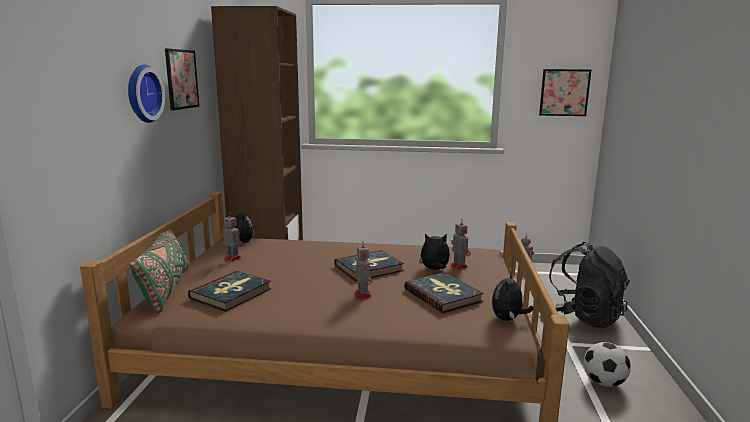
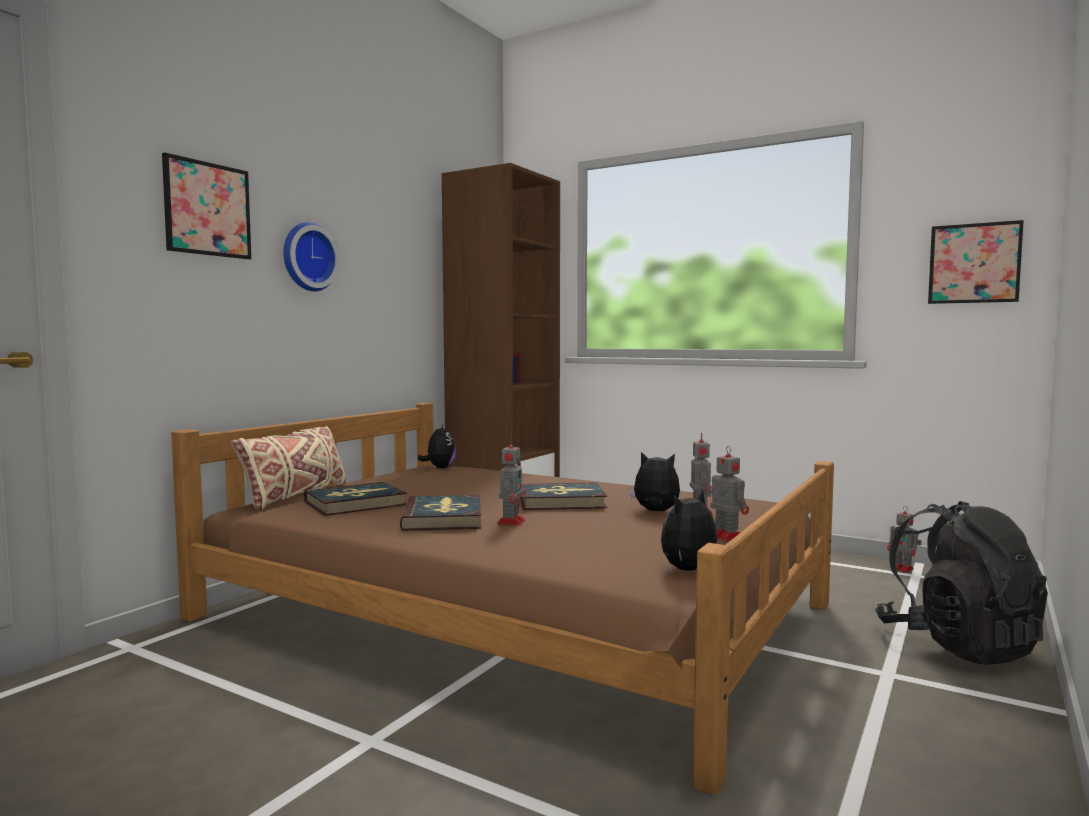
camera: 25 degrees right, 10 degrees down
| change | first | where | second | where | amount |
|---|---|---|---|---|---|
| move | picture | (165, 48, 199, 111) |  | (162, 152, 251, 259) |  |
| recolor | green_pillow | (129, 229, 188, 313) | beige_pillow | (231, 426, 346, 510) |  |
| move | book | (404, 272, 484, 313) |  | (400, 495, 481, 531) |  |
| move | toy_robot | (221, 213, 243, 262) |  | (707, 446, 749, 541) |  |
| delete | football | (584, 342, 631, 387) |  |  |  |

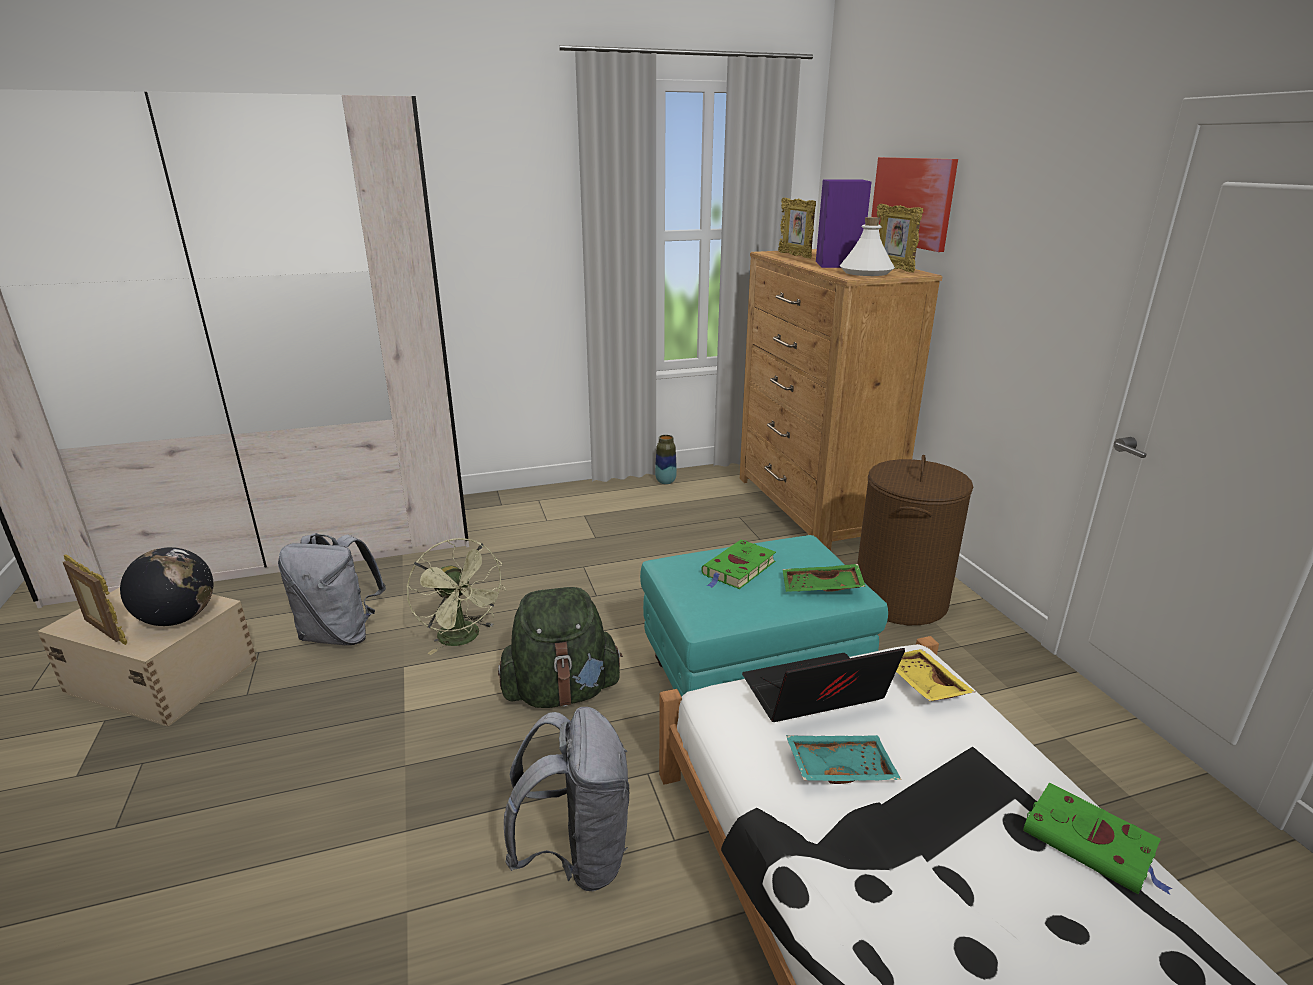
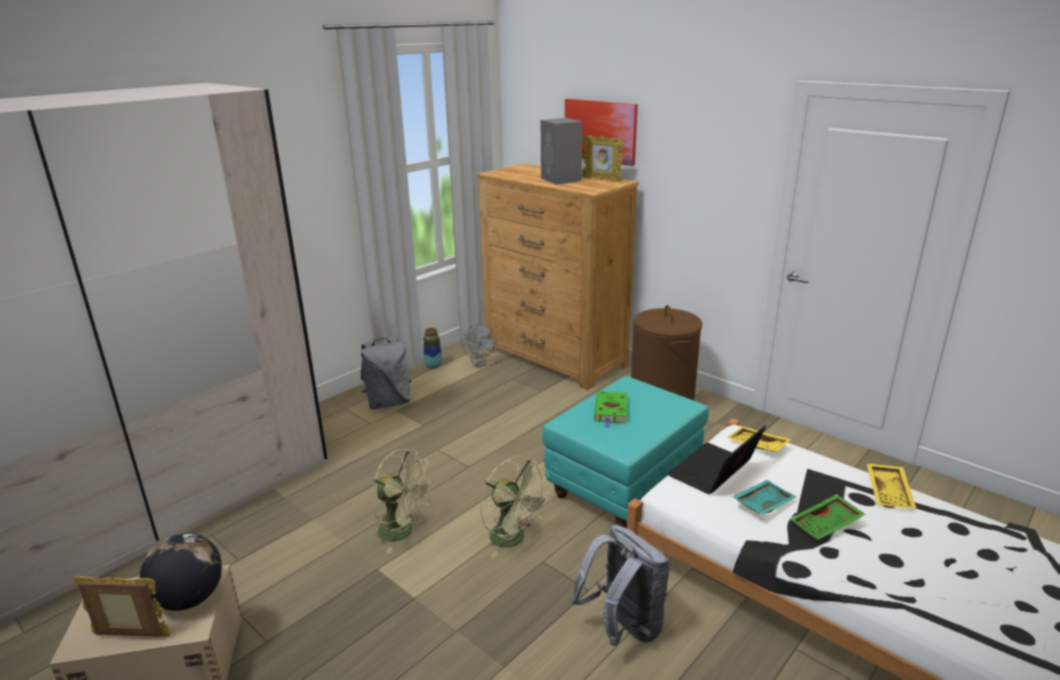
camera: 30 degrees left, 0 degrees up
| change | first | where | second | where | amount |
|---|---|---|---|---|---|
| move | grey_backpack | (278, 533, 386, 645) |  | (361, 337, 411, 409) |  |
| insert |  |  | grey_fan | (462, 324, 496, 368) |  |
| replace | green_backpack | (498, 587, 623, 708) | green_fan | (480, 456, 551, 558) |  |
| recolor | purple_speaker | (816, 180, 871, 268) | grey_speaker | (541, 118, 583, 185) |  |
| move | green_tray | (782, 564, 866, 592) |  | (789, 494, 866, 540) |  |
| replace | green_book | (1023, 783, 1172, 894) | yellow_tray | (867, 464, 917, 509) |  |
| delete | picture_frame | (778, 198, 816, 259) |  |  |  |
| delete | white_bottle | (840, 217, 895, 276) |  |  |  |

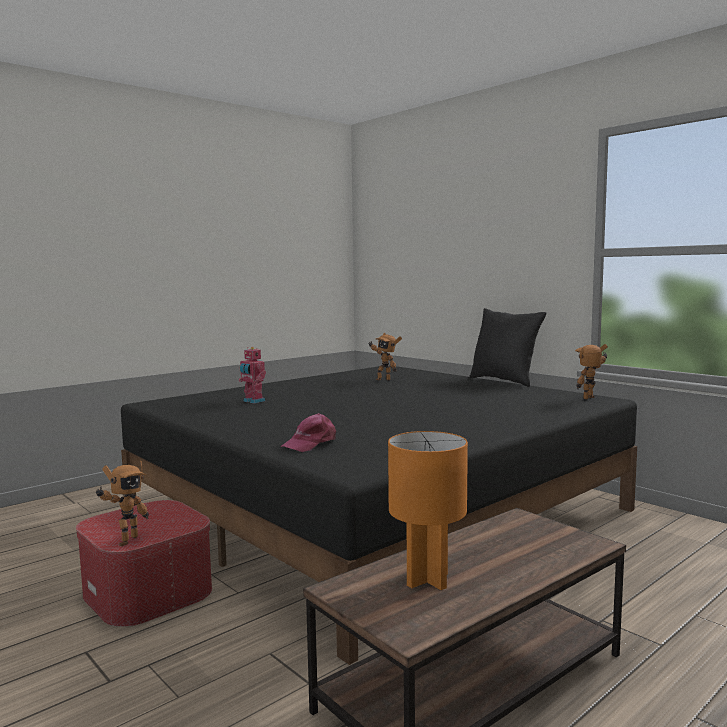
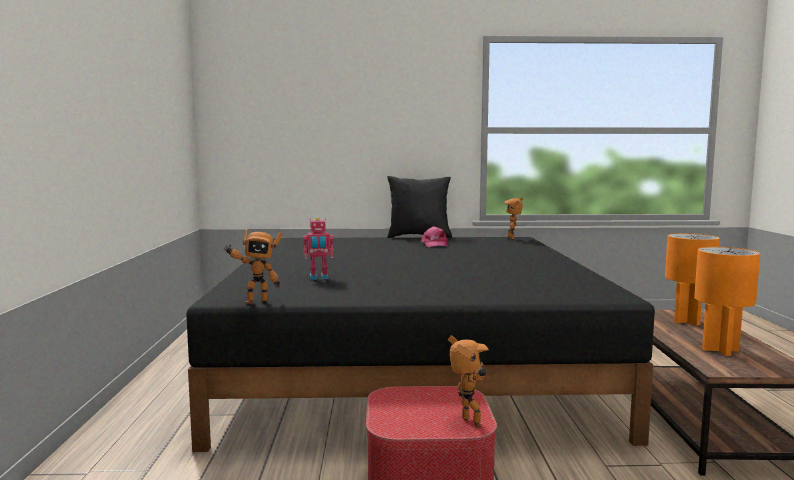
camera: 50 degrees left, 0 degrees up
| change | first | where | second | where | amount |
|---|---|---|---|---|---|
| move | toy_robot | (368, 333, 402, 381) |  | (224, 229, 282, 304) |  |
| move | pink_cap | (280, 413, 336, 452) |  | (421, 226, 448, 247) |  |
| insert |  |  | orange_table_lamp | (665, 233, 720, 326) |  |

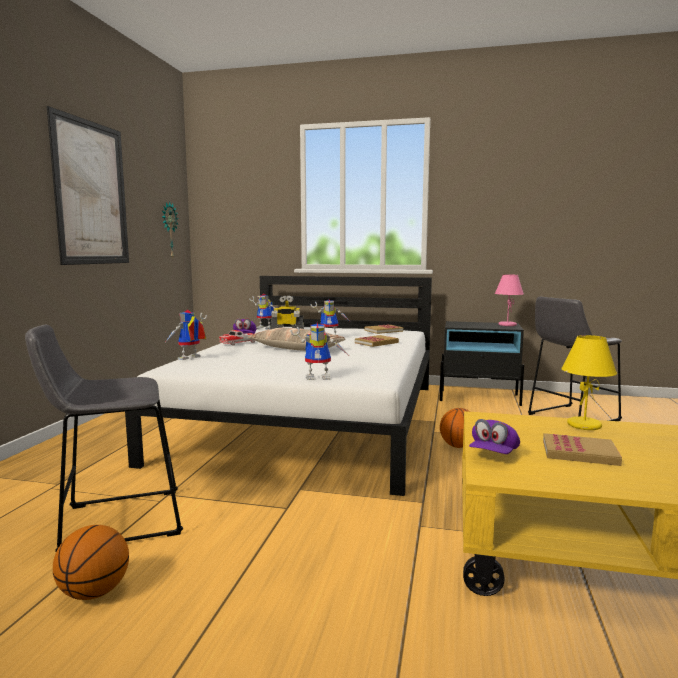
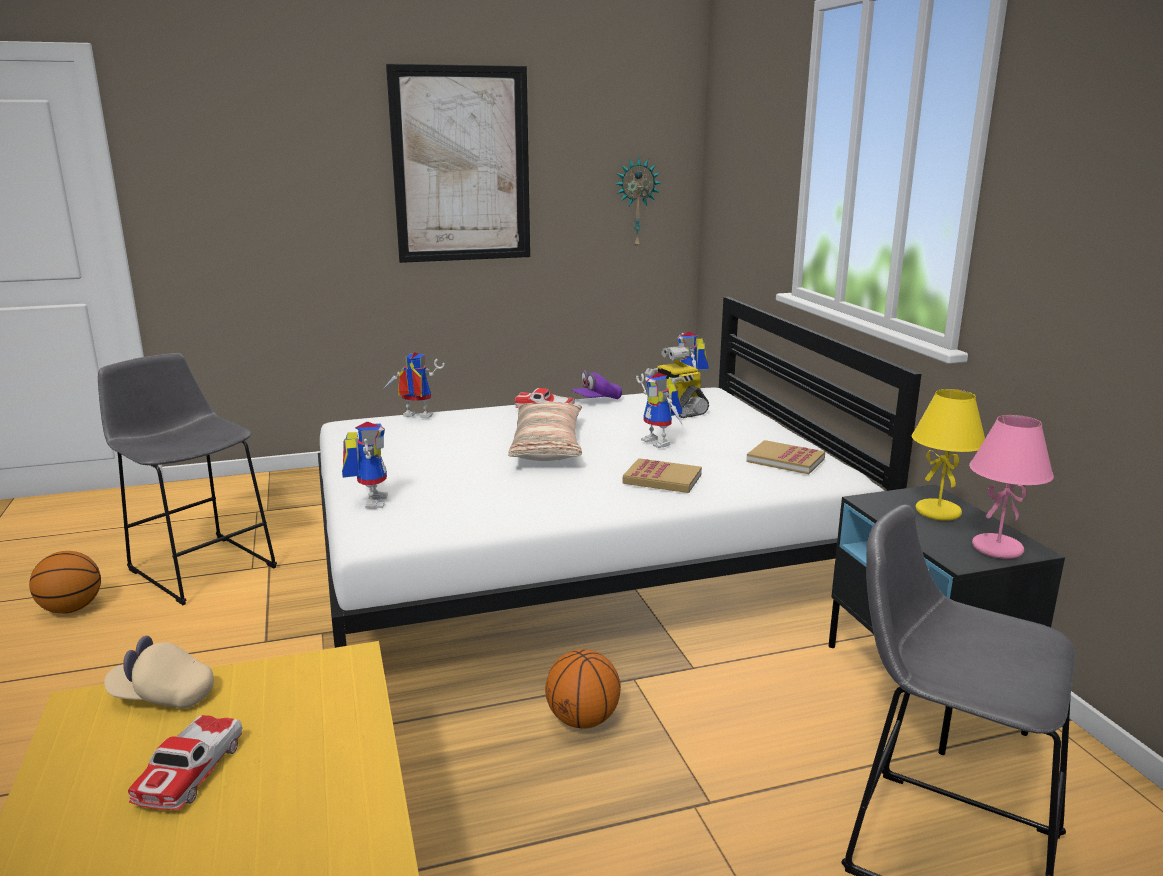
camera: 60 degrees right, 10 degrees up
| change | first | where | second | where | amount |
|---|---|---|---|---|---|
| recolor | purple_cap | (469, 419, 520, 454) | beige_cap | (104, 636, 214, 708) |  |
| replace | book | (543, 433, 622, 466) | toy_car | (128, 715, 243, 810) |  |
| rotate | toy_robot | (290, 323, 347, 380) |  | (342, 422, 388, 509) | 150 degrees counterclockwise |
| move | yellow_table_lamp | (561, 335, 617, 430) |  | (912, 389, 985, 521) |  |

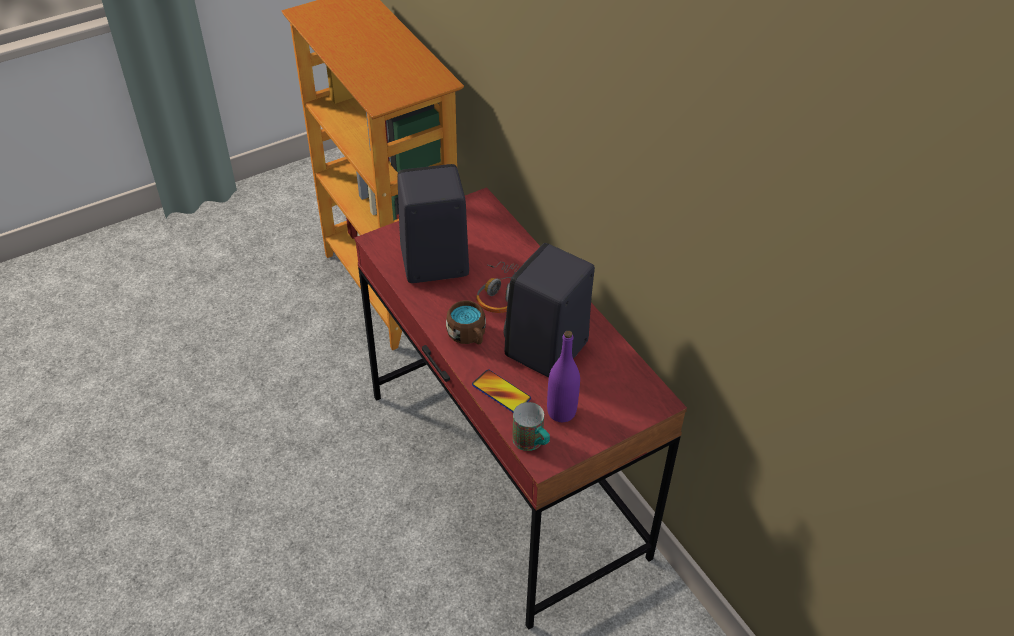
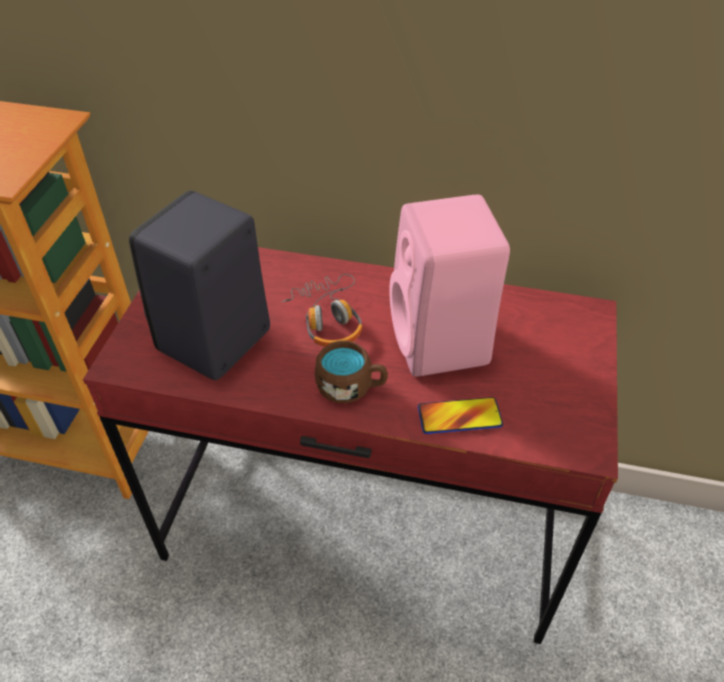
camera: 45 degrees left, 0 degrees up
| change | first | where | second | where | amount |
|---|---|---|---|---|---|
| recolor | black_speaker | (504, 243, 595, 378) | pink_speaker | (390, 194, 510, 377) |  |
| delete | mug | (512, 402, 550, 451) |  |  |  |
| delete | purple_bottle | (547, 331, 580, 422) |  |  |  |

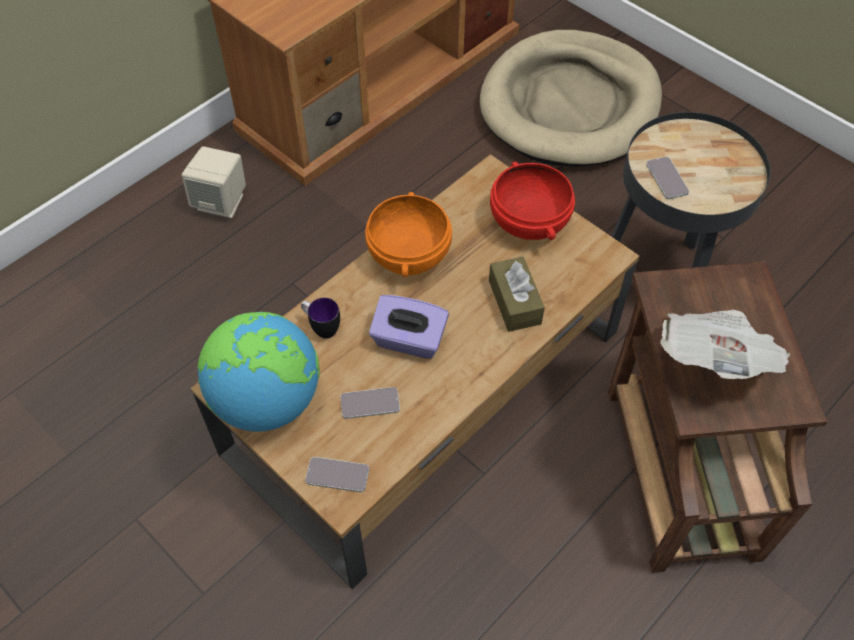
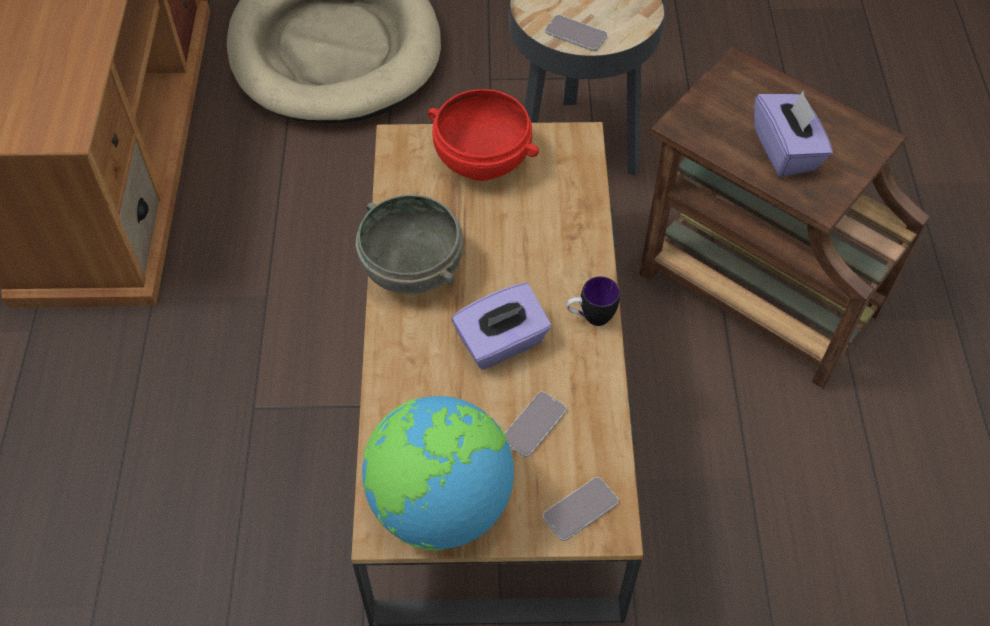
camera: 45 degrees left, 0 degrees up
| change | first | where | second | where | amount |
|---|---|---|---|---|---|
| recolor | orange_bowl | (365, 192, 452, 277) | grey_bowl | (356, 195, 463, 294) |  |
| move | mug | (301, 298, 340, 339) |  | (566, 276, 620, 326) |  |
| replace | newspaper | (660, 310, 791, 379) | purple_tissue_box | (754, 91, 833, 177) |  |
| delete | beige_speaker | (182, 146, 246, 218) |  |  |  |
| delete | brown_tissue_box | (489, 257, 545, 332) |  |  |  |

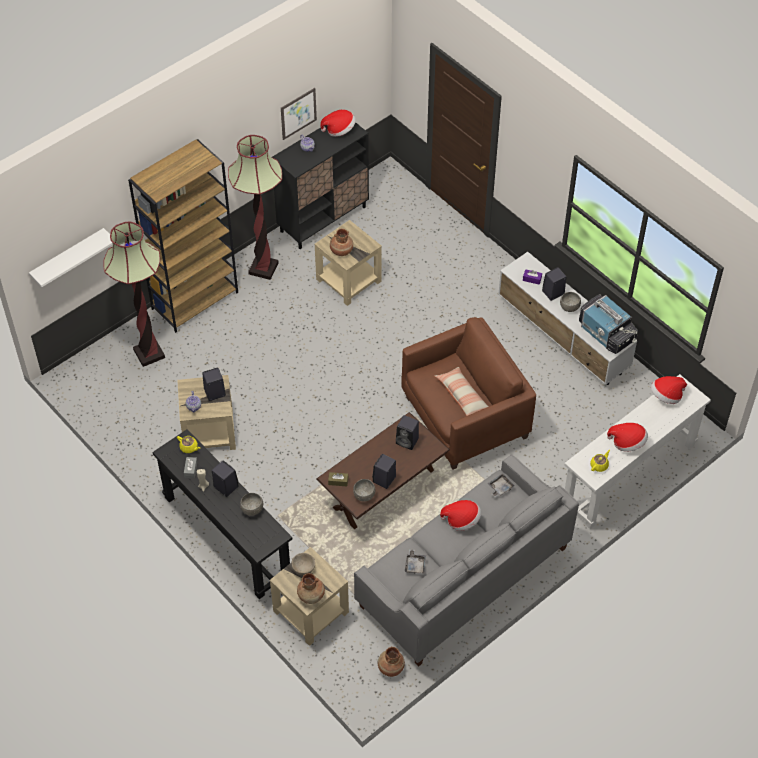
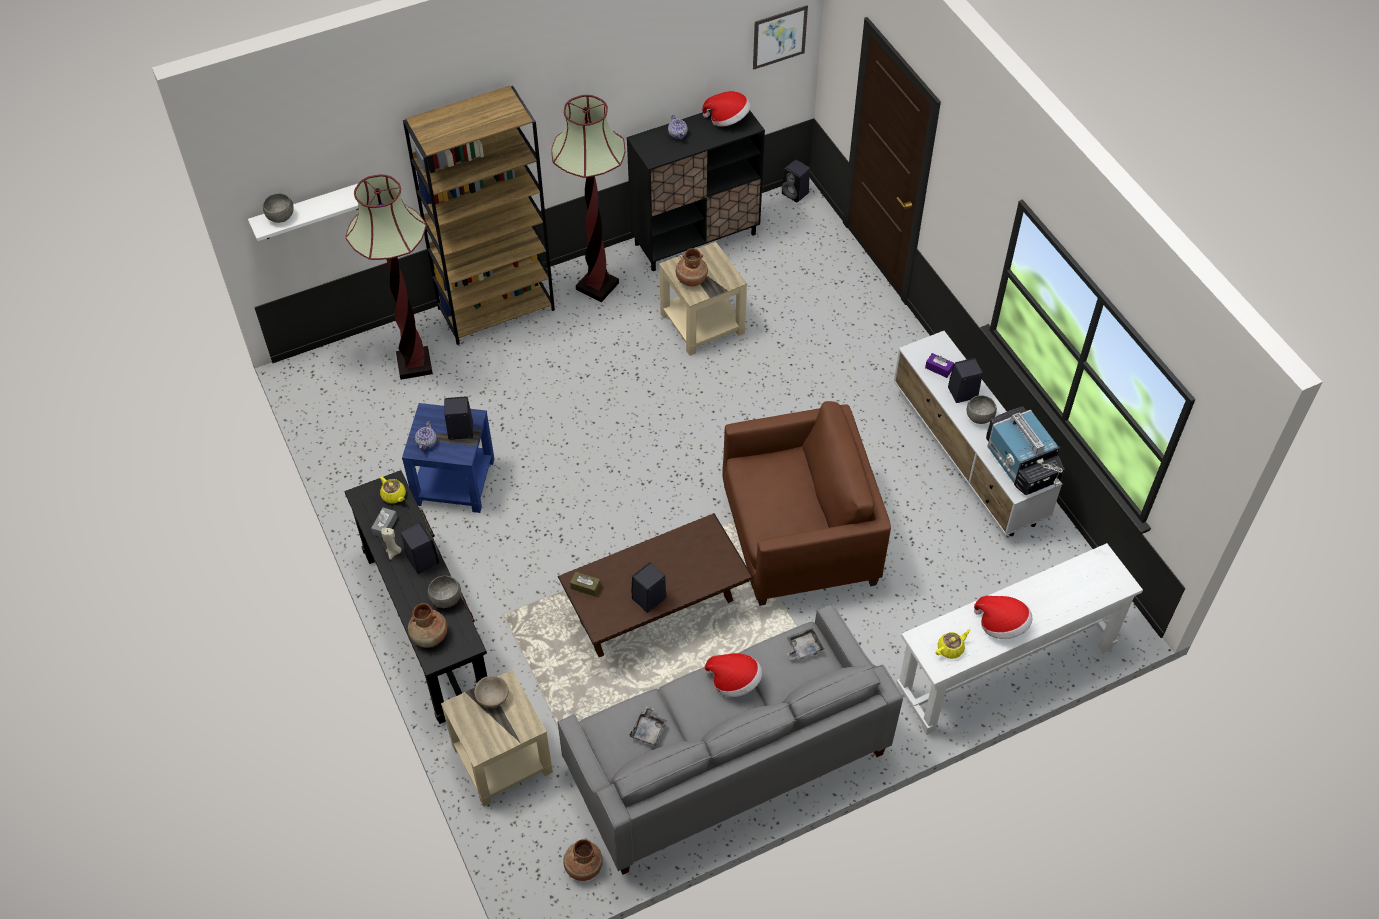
camera: 15 degrees right, 0 degrees up
| change | first | where | second | where | amount |
|---|---|---|---|---|---|
| move | grey_bowl | (353, 479, 375, 502) |  | (263, 193, 294, 223) |  |
| recolor | beige_side_table | (177, 375, 236, 450) | blue_side_table | (402, 403, 494, 513) |  |
| move | brown_vase | (297, 573, 325, 604) |  | (408, 603, 447, 648) |  |
| move | picture | (281, 88, 317, 140) |  | (753, 5, 808, 70) |  |
| move | black_speaker | (396, 415, 419, 450) |  | (782, 160, 810, 203) |  |
| delete | pillow | (435, 367, 489, 416) |  |  |  |
| delete | hat | (651, 376, 687, 404) |  |  |  |

